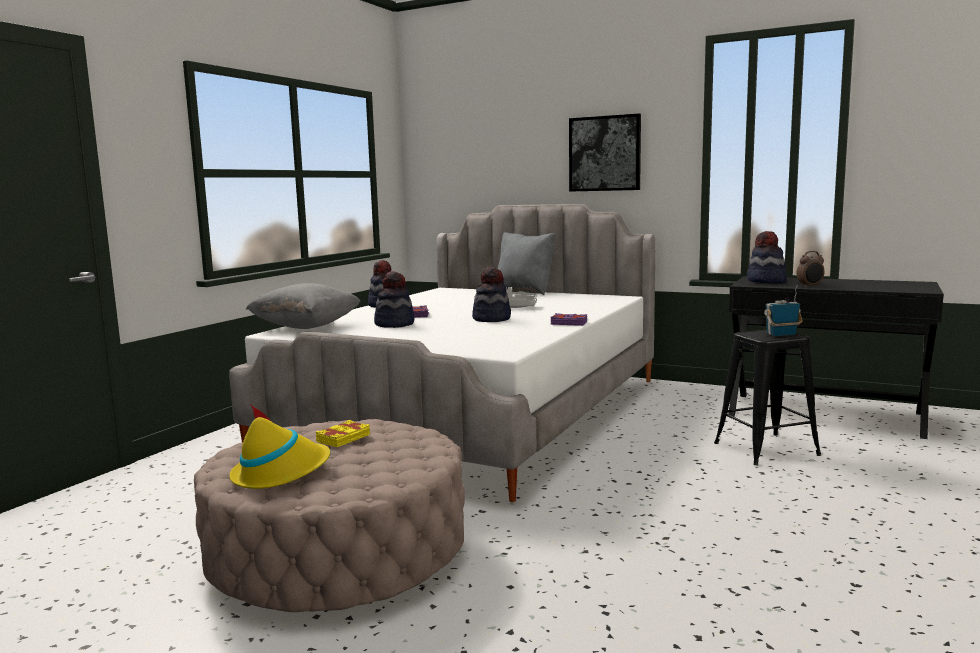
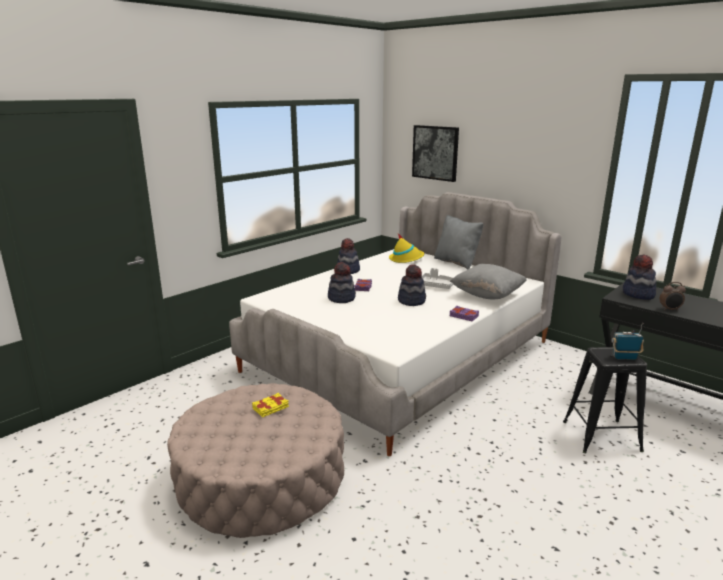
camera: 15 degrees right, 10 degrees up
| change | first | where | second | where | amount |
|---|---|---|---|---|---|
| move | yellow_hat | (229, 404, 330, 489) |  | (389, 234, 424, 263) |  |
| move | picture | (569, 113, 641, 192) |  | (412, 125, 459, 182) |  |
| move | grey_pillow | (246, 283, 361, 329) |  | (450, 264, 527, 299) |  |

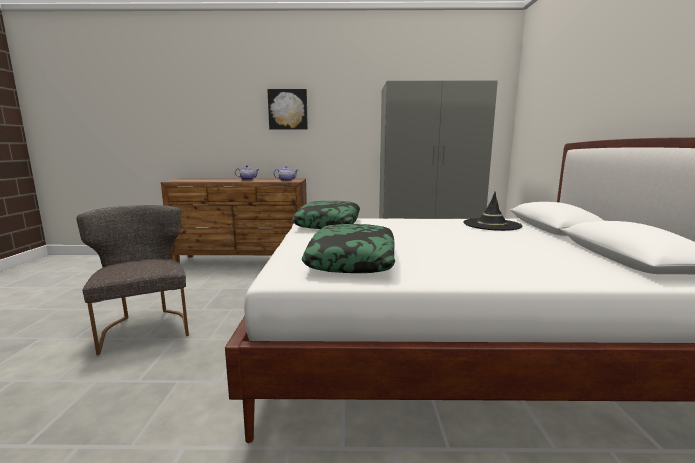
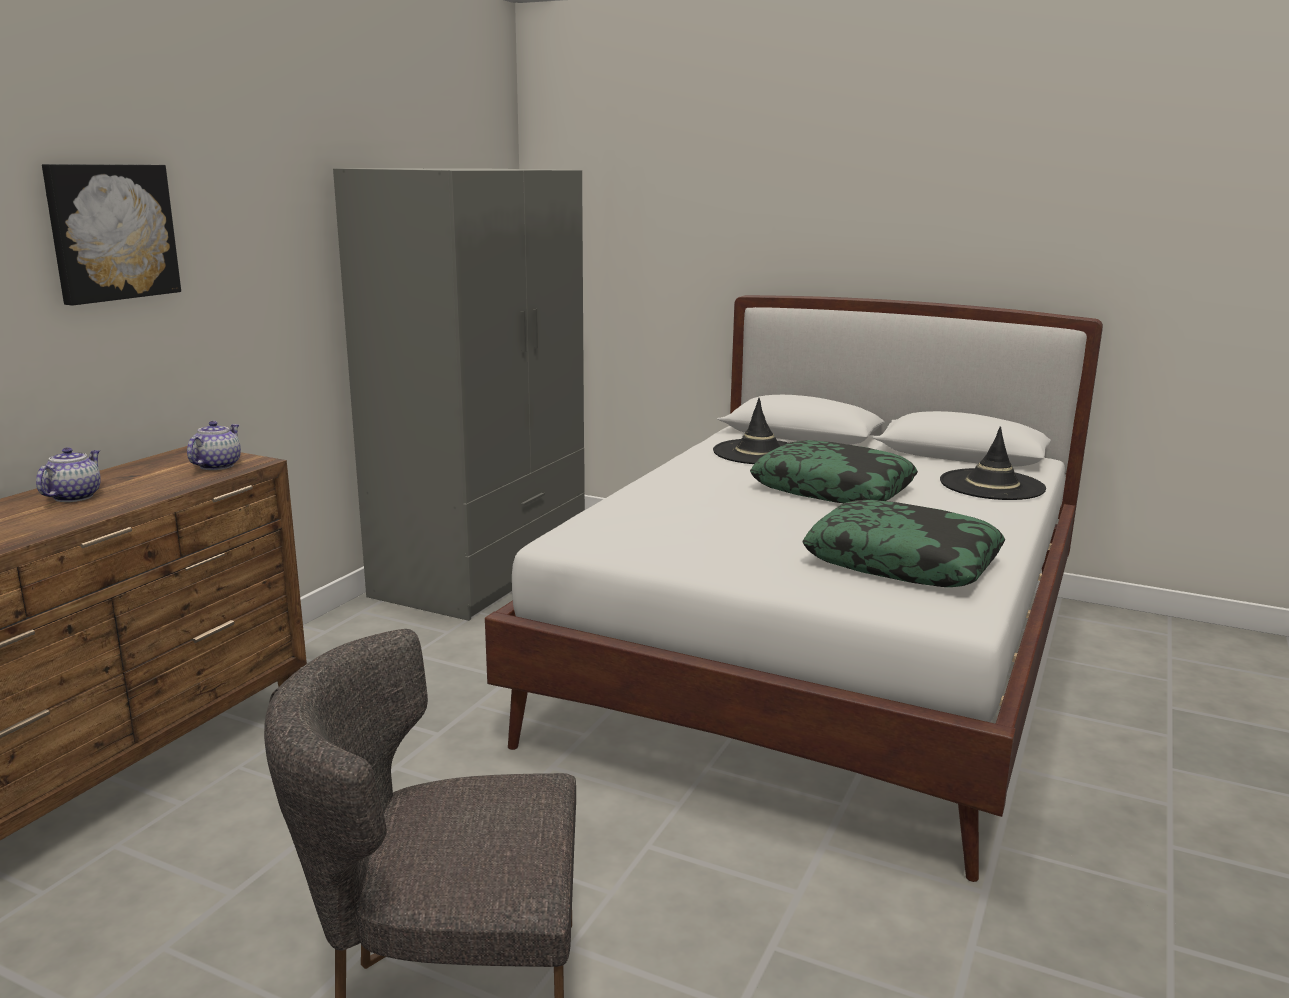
camera: 65 degrees left, 5 degrees up
| change | first | where | second | where | amount |
|---|---|---|---|---|---|
| move | pillow | (292, 201, 360, 229) |  | (750, 440, 918, 503) |  |
| insert |  |  | black_hat | (940, 426, 1046, 500) |  |

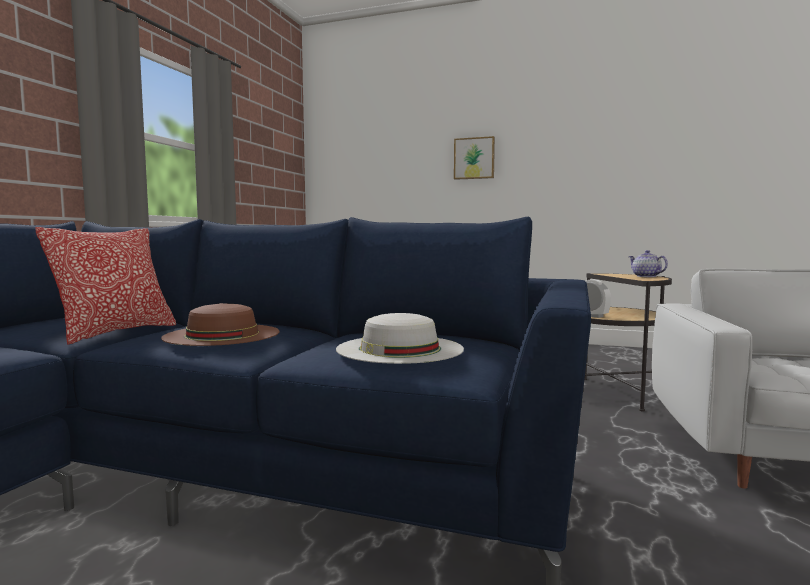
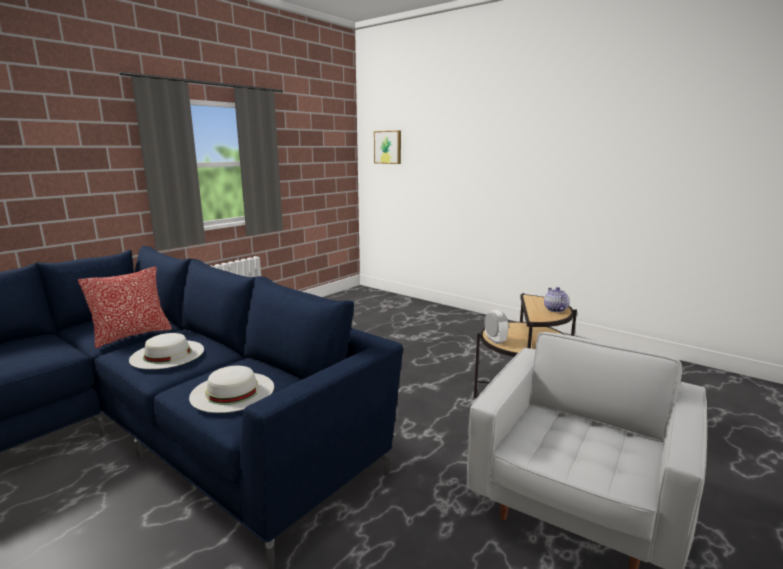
camera: 20 degrees right, 10 degrees up
| change | first | where | second | where | amount |
|---|---|---|---|---|---|
| recolor | brown_hat | (161, 303, 280, 346) | white_hat | (129, 333, 204, 369) |  |
| move | picture | (454, 136, 495, 180) |  | (374, 131, 401, 164) |  |

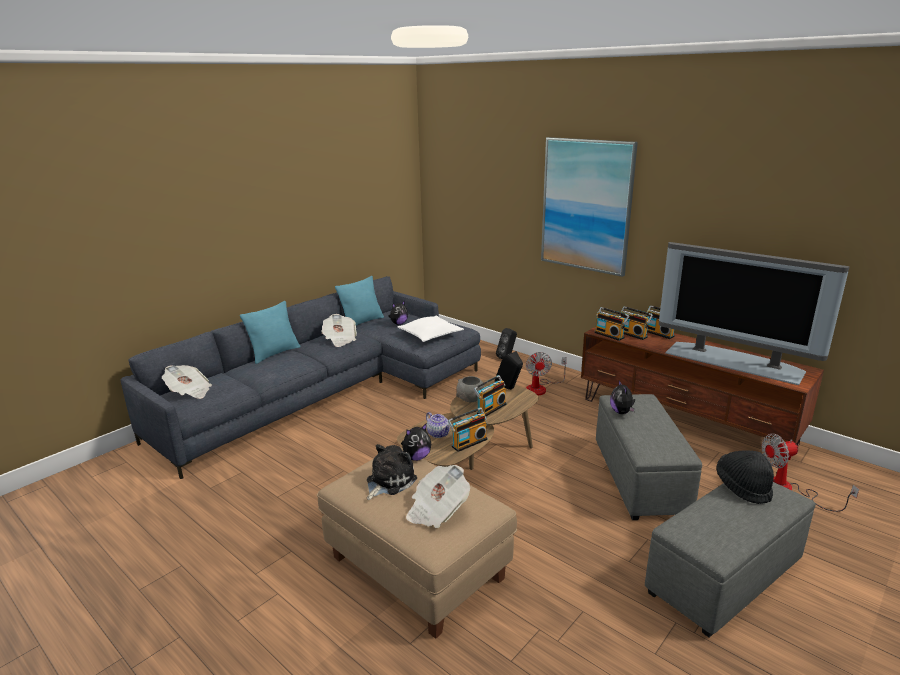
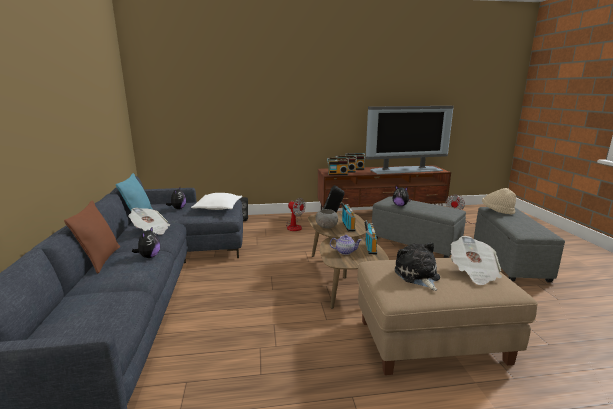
camera: 50 degrees left, 5 degrees down
| change | first | where | second | where | amount |
|---|---|---|---|---|---|
| recolor | turquoise_pillow | (240, 301, 300, 364) | brown_pillow | (64, 200, 120, 274) |  |
| move | plush_toy | (401, 424, 431, 461) |  | (132, 226, 160, 258) |  |
| recolor | black_hat | (717, 450, 774, 504) | beige_hat | (482, 188, 516, 214) |  |
| delete | newspaper | (162, 365, 212, 399) |  |  |  |
| delete | picture | (541, 137, 638, 277) |  |  |  |

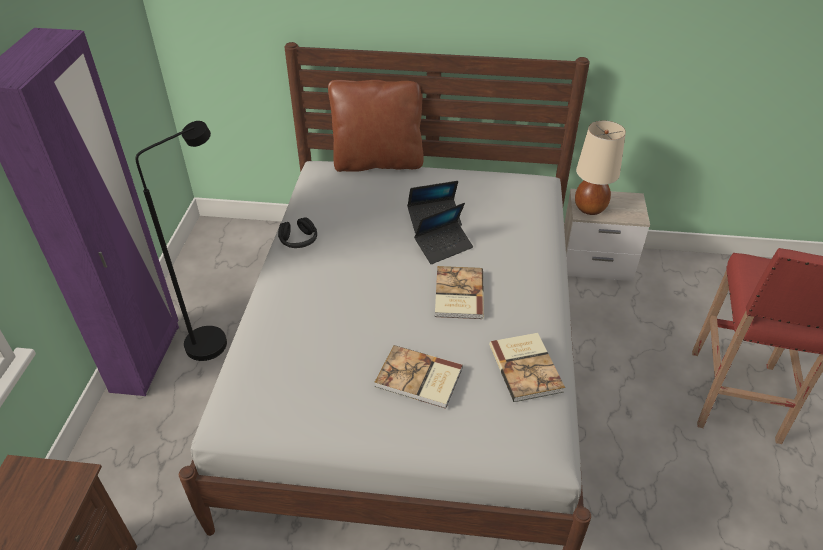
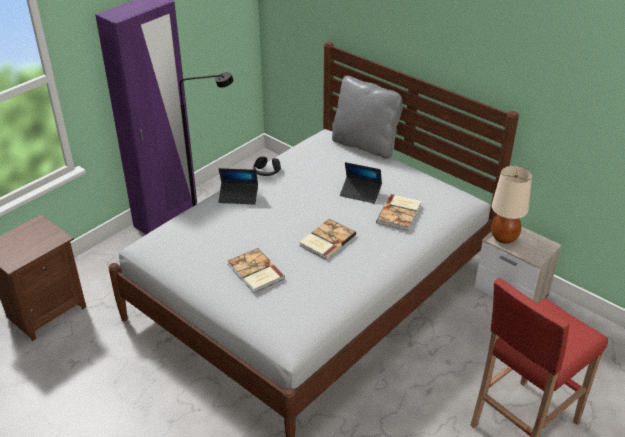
camera: 35 degrees right, 5 degrees down
| change | first | where | second | where | amount |
|---|---|---|---|---|---|
| move | laptop | (414, 203, 473, 264) |  | (219, 168, 258, 204) |  |
| recolor | brown_pillow | (328, 80, 424, 172) | grey_pillow | (332, 76, 404, 159) |  |
| move | book | (489, 333, 565, 402) |  | (376, 194, 421, 231) |  |

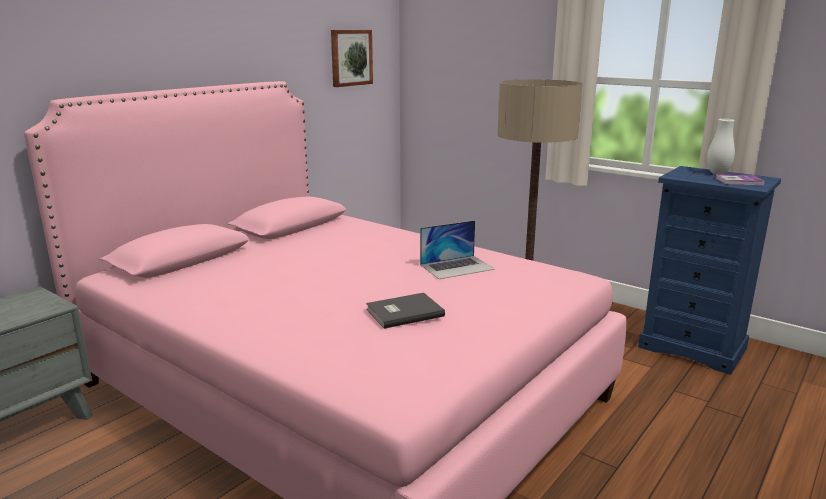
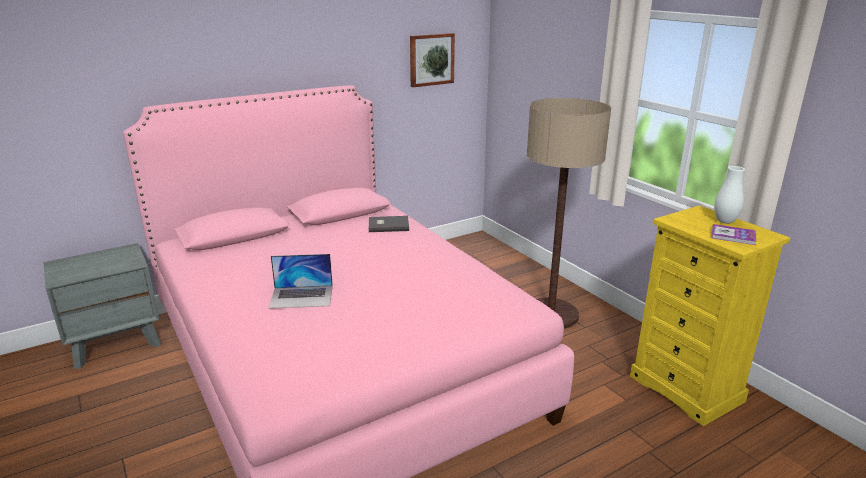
camera: 20 degrees right, 5 degrees up
| change | first | where | second | where | amount |
|---|---|---|---|---|---|
| move | laptop | (420, 220, 495, 279) |  | (268, 254, 333, 309) |  |
| move | grey_book | (366, 293, 445, 329) |  | (369, 216, 409, 232) |  |
| recolor | blue_dresser | (638, 166, 781, 375) | yellow_dresser | (630, 205, 790, 426) |  |

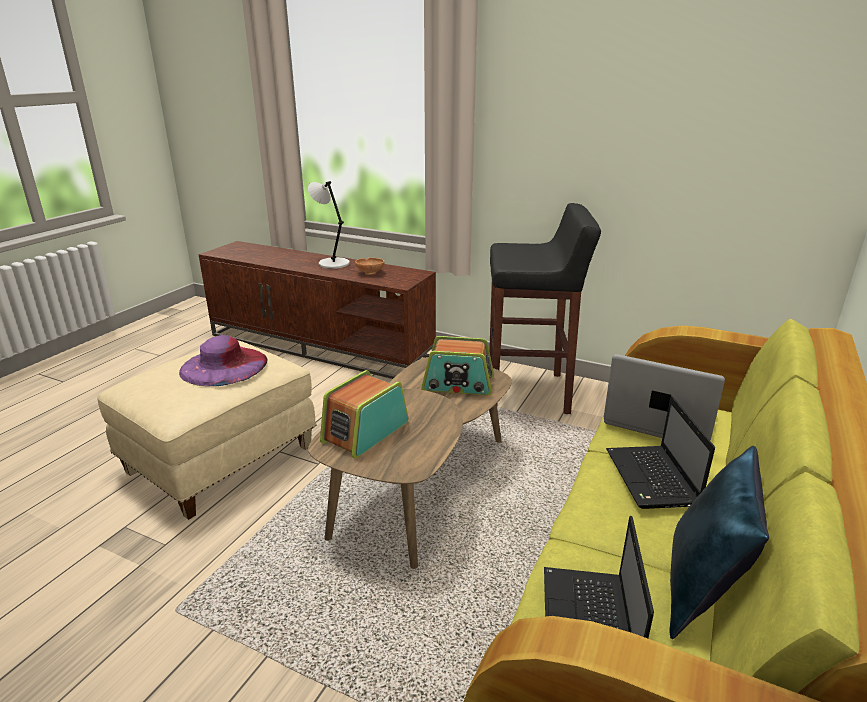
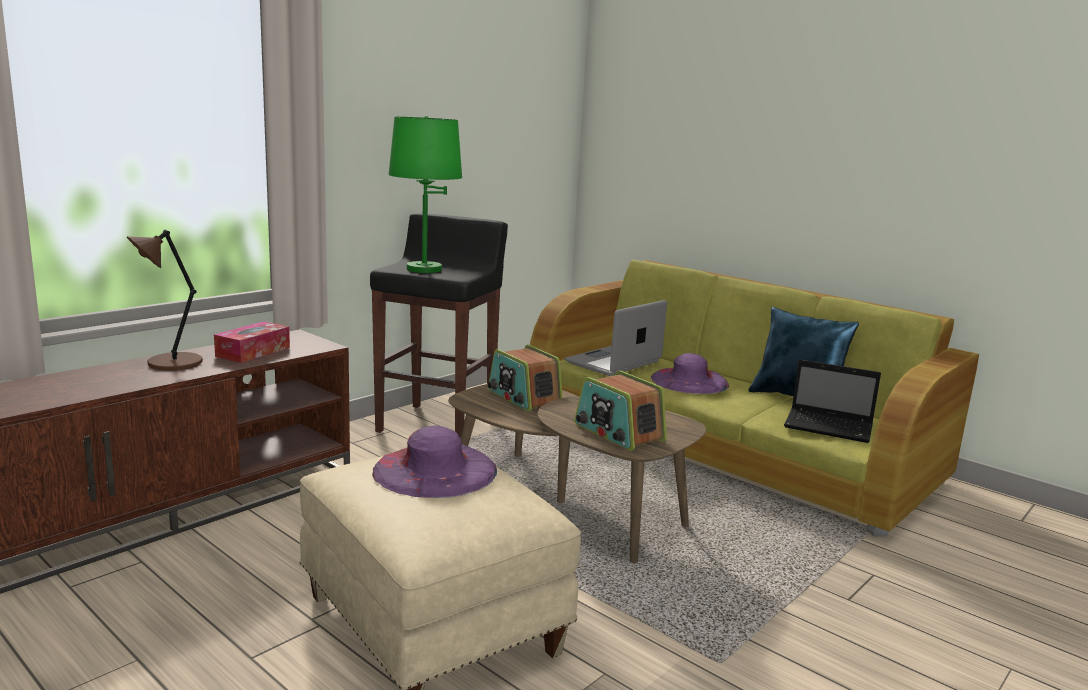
camera: 75 degrees left, 10 degrees down
| change | first | where | second | where | amount |
|---|---|---|---|---|---|
| recolor | grey_table_lamp | (308, 181, 350, 269) | brown_table_lamp | (127, 230, 203, 370) |  |
| replace | brown_bowl | (355, 258, 384, 275) | tissue_box | (214, 321, 290, 363) |  |
| insert |  |  | green_table_lamp | (388, 116, 462, 273) |  |
| rotate | radio | (421, 336, 494, 395) |  | (488, 345, 563, 412) | 120 degrees clockwise |
| replace | laptop | (606, 396, 715, 509) | purple_hat | (651, 353, 729, 394) |  |

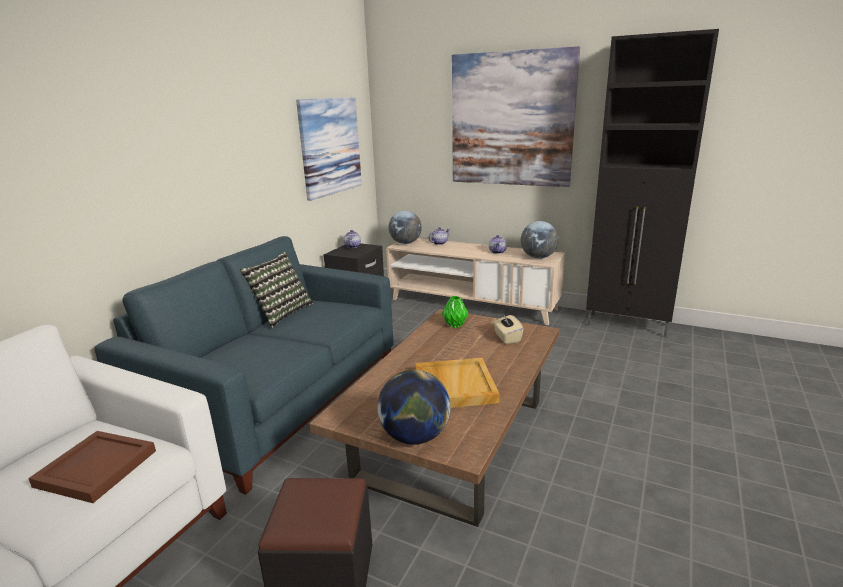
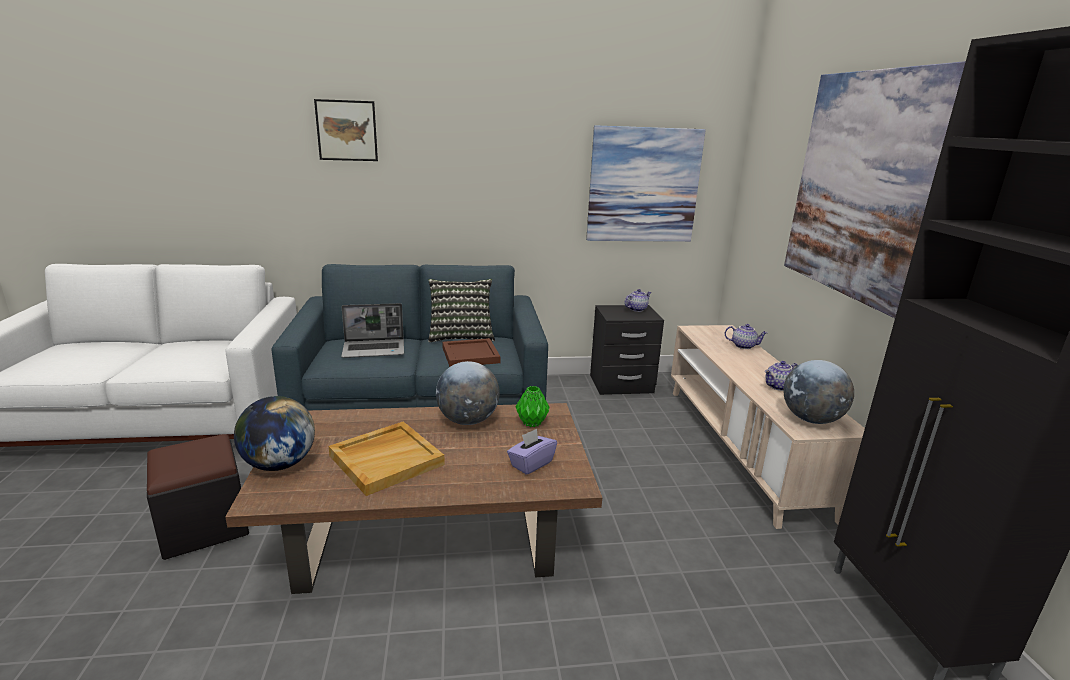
camera: 55 degrees right, 0 degrees up
| change | first | where | second | where | amount |
|---|---|---|---|---|---|
| insert |  |  | picture | (314, 99, 378, 161) |  |
| insert |  |  | laptop | (341, 303, 404, 358) |  |
| move | globe | (389, 211, 422, 244) |  | (436, 361, 500, 425) |  |
| move | brown_tray | (28, 431, 156, 503) |  | (442, 338, 501, 367) |  |
| recolor | beige_tissue_box | (493, 315, 523, 344) | purple_tissue_box | (507, 429, 557, 475) |  |

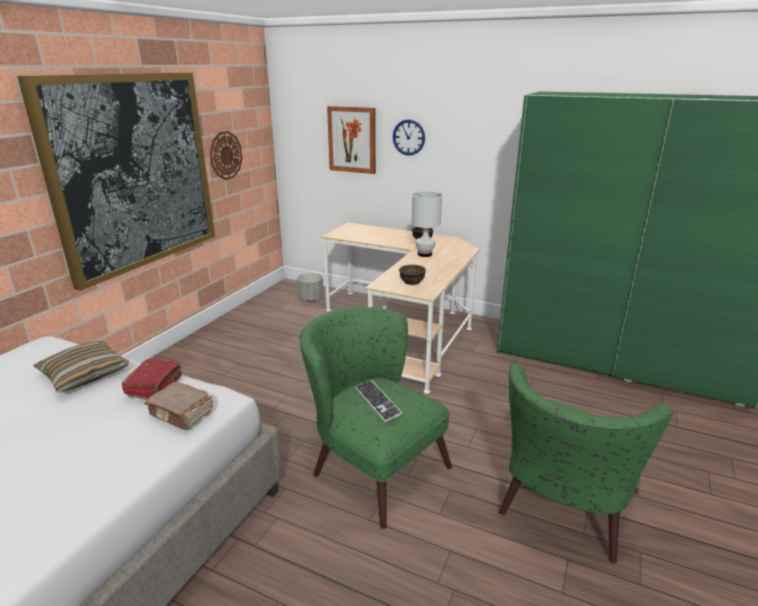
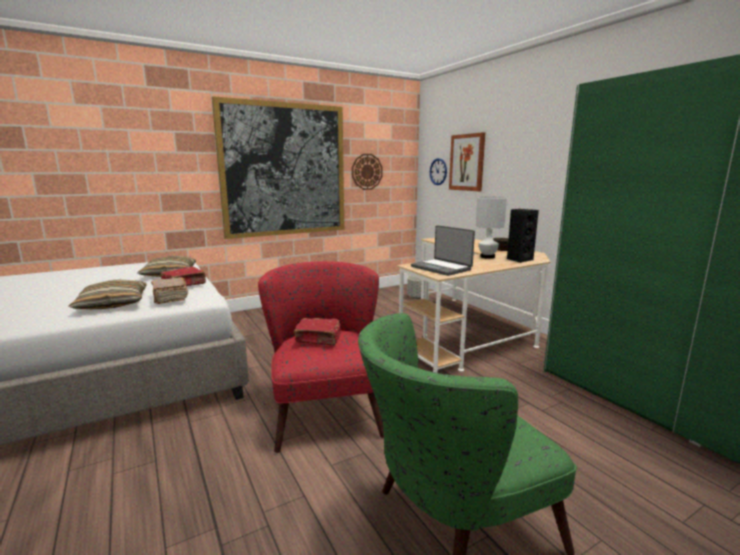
camera: 35 degrees right, 10 degrees down
| change | first | where | second | where | amount |
|---|---|---|---|---|---|
| insert |  |  | pillow | (69, 280, 147, 309) |  |
| recolor | green_armchair | (299, 307, 452, 529) | red_armchair | (258, 261, 384, 453) |  |
| replace | keyboard | (355, 380, 402, 422) | red_book | (294, 318, 341, 346) |  |
| replace | brown_bowl | (399, 265, 426, 285) | laptop | (411, 225, 475, 276) |  |
| move | wall_clock | (393, 119, 425, 156) |  | (430, 158, 447, 185) |  |
| insert |  |  | black_speaker | (507, 209, 539, 263) |  |

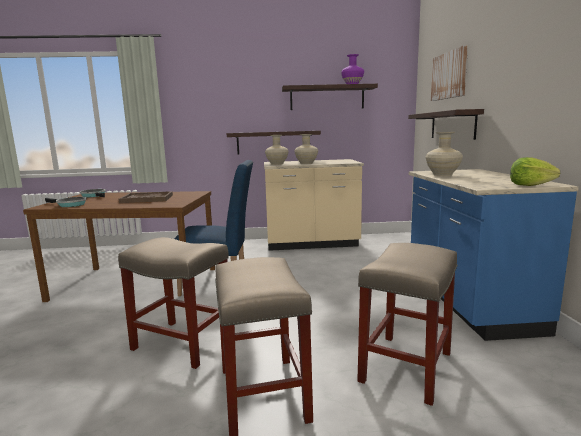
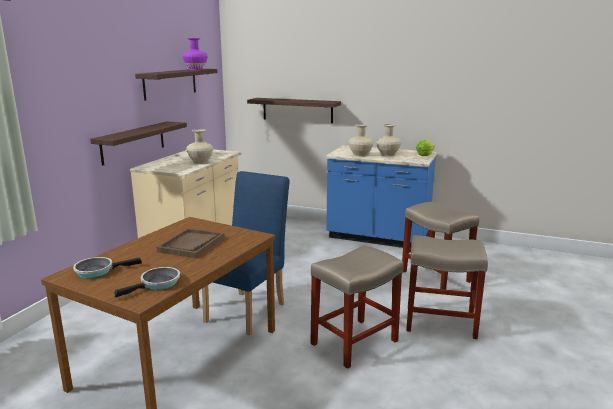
camera: 65 degrees left, 5 degrees up
| change | first | where | second | where | amount |
|---|---|---|---|---|---|
| move | beige_vase | (265, 135, 289, 165) |  | (376, 124, 401, 157) |  |
| delete | picture | (431, 45, 468, 101) |  |  |  |

